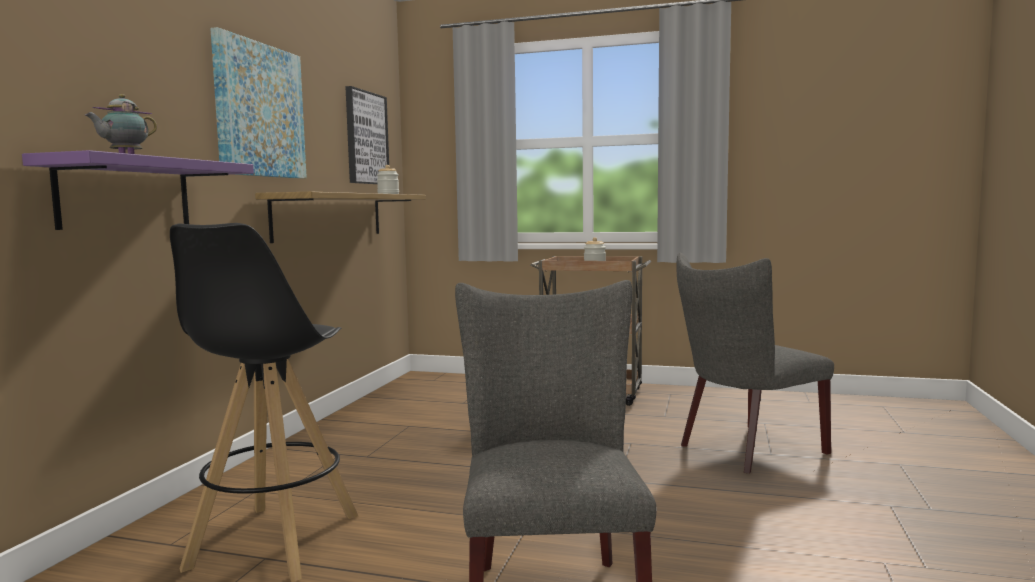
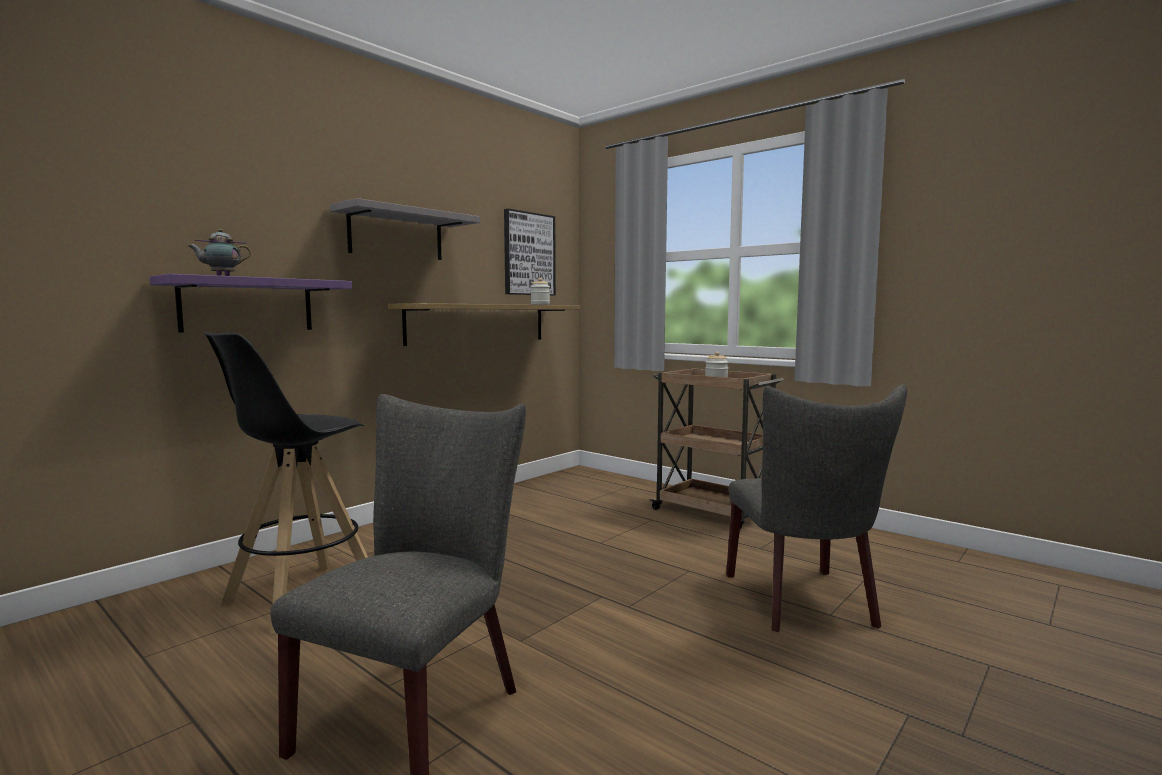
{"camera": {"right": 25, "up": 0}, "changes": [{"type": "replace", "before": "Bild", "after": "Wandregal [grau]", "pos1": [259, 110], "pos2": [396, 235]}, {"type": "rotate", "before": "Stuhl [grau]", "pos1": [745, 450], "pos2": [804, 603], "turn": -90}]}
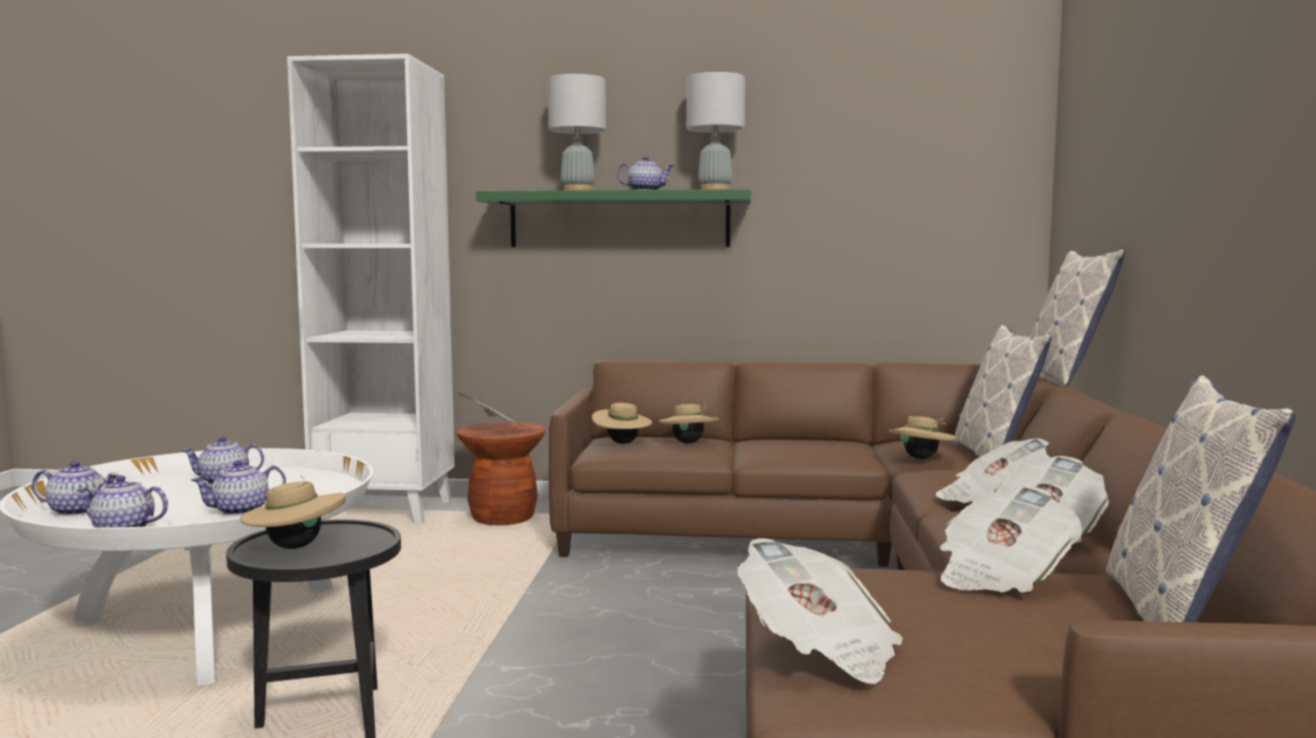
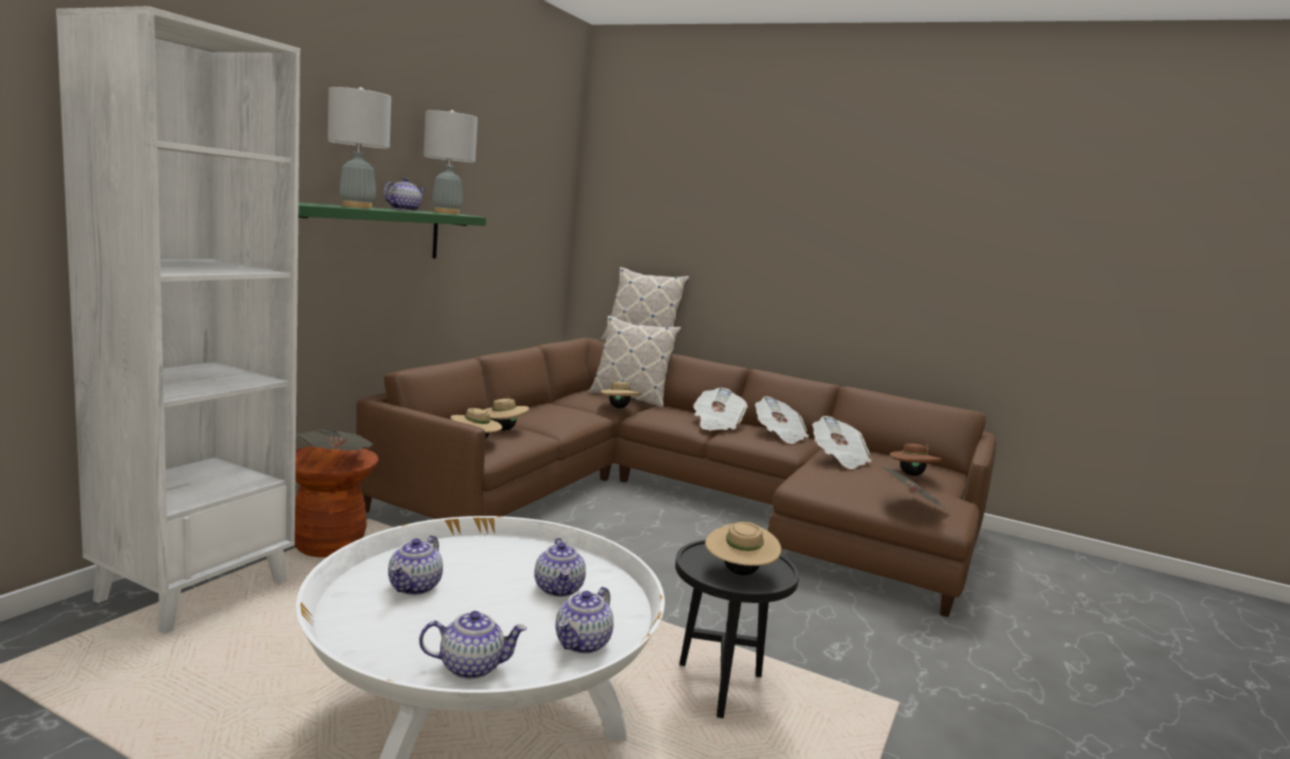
{"camera": {"right": -70, "up": 5}, "changes": [{"type": "rotate", "before": "Teekanne", "pos1": [79, 511], "pos2": [472, 666], "turn": 60}, {"type": "insert", "after": "Hut [braun]", "pos2": [911, 475]}, {"type": "delete", "before": "Kissen", "pos1": [1177, 616]}]}
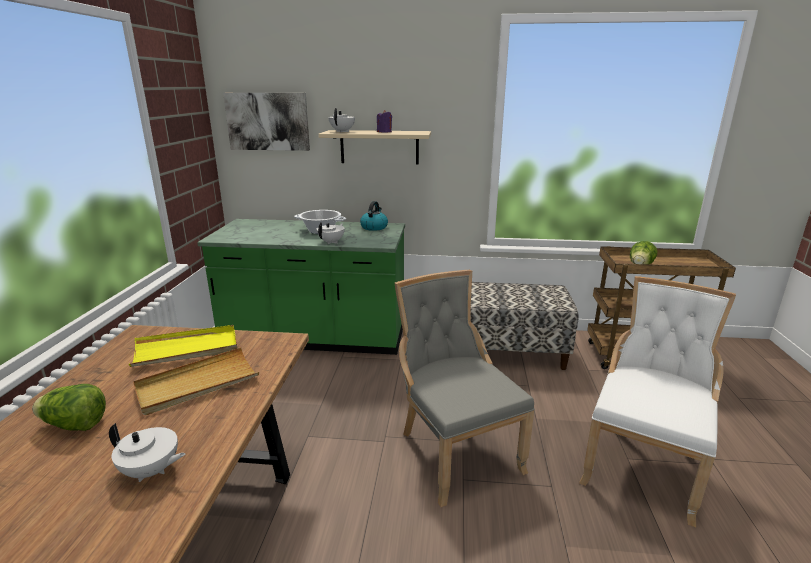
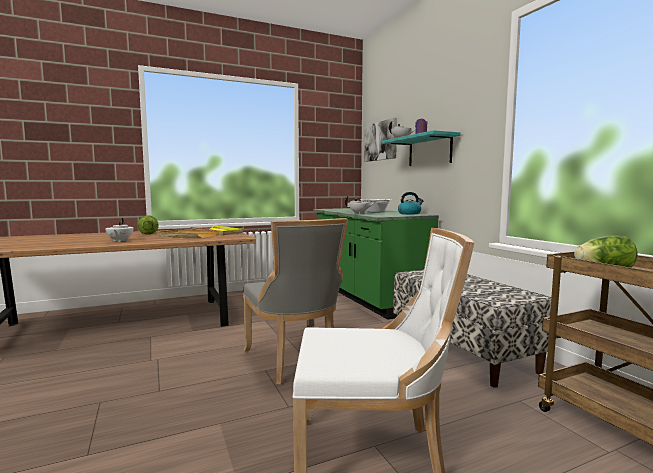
{"camera": {"right": 60, "up": -15}, "changes": [{"type": "rotate", "before": "Stuhl [grau]", "pos1": [454, 451], "pos2": [294, 361], "turn": 120}, {"type": "recolor", "before": "Wandregal [beige]", "after": "Wandregal [türkis]", "pos1": [379, 147], "pos2": [429, 151]}]}
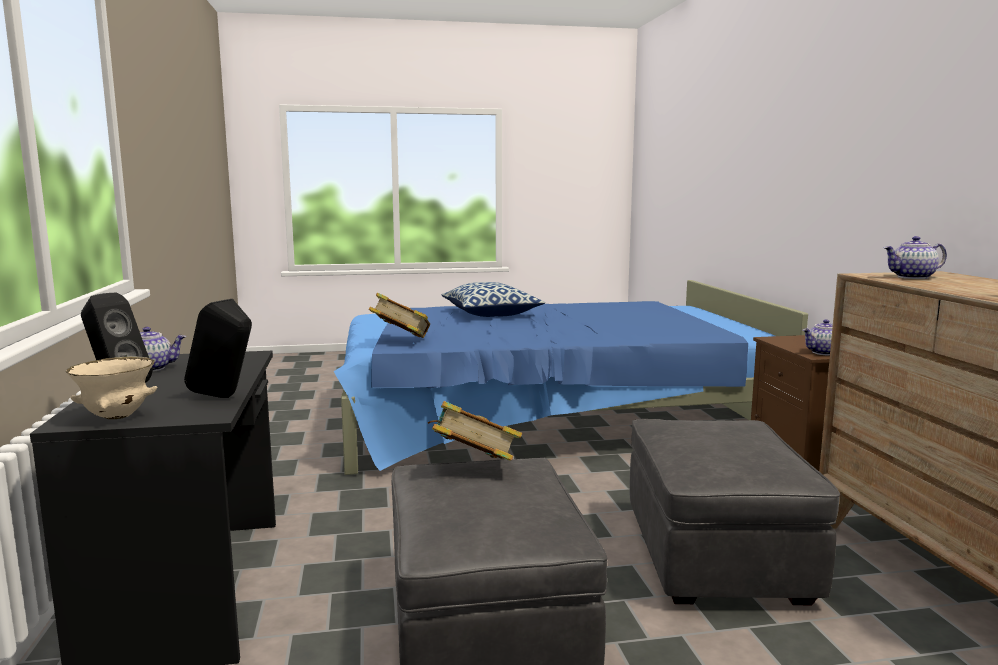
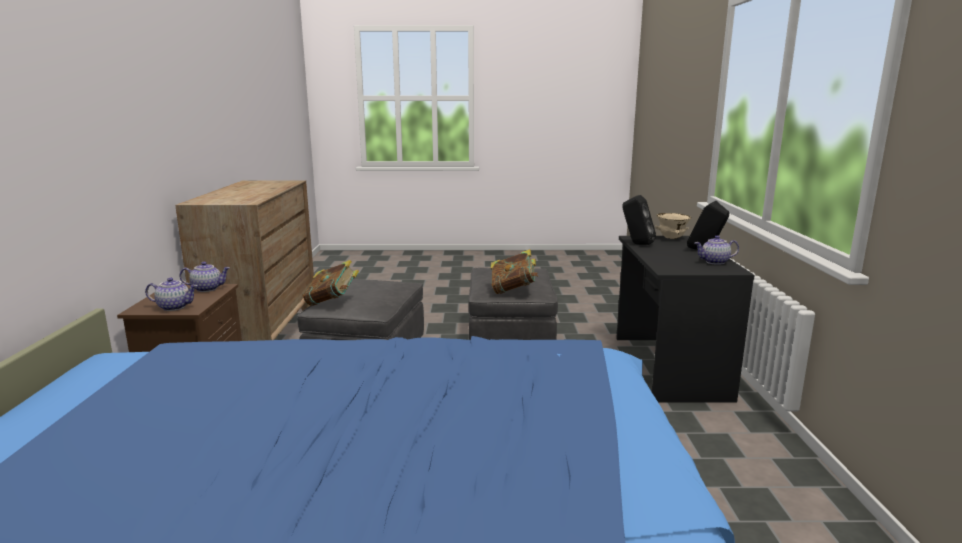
{"camera": {"right": -170, "up": 5}, "changes": [{"type": "move", "before": "Teekanne", "pos1": [912, 277], "pos2": [175, 307]}, {"type": "move", "before": "Buch", "pos1": [401, 340], "pos2": [332, 303]}, {"type": "delete", "before": "Kissen", "pos1": [491, 314]}]}
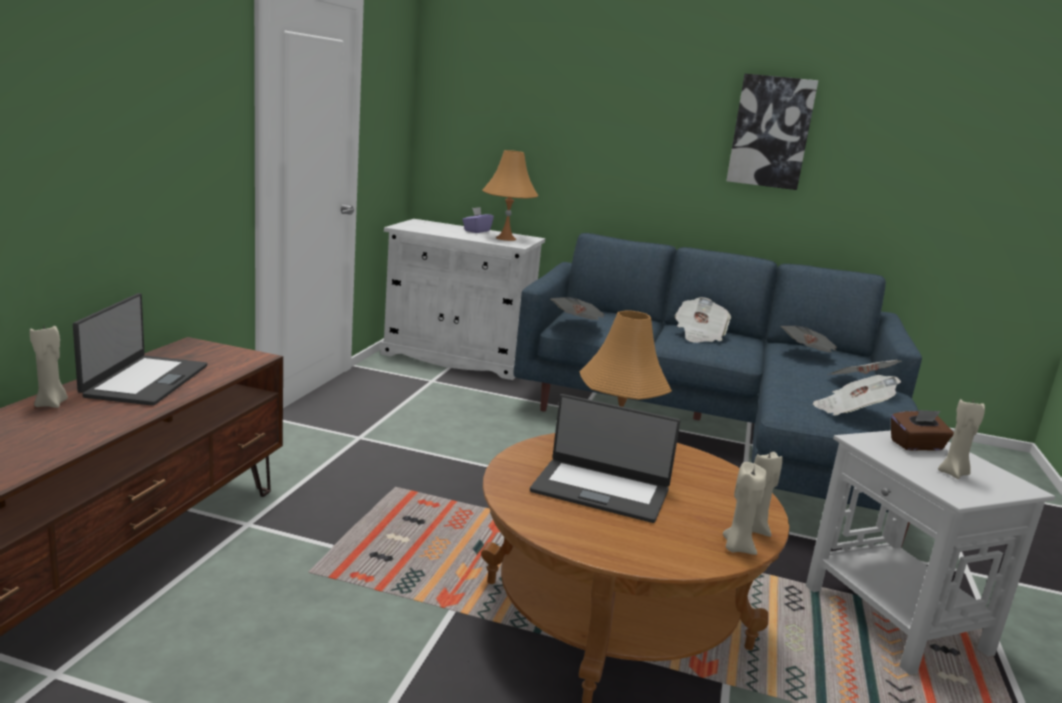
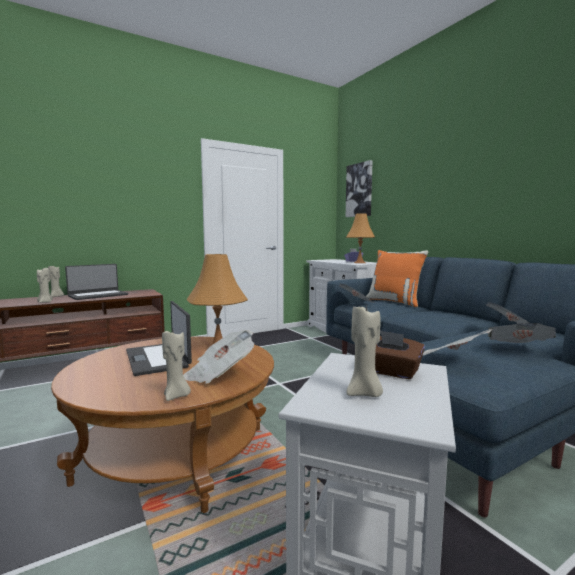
{"camera": {"right": 45, "up": -10}, "changes": [{"type": "move", "before": "Kerze [beige]", "pos1": [737, 548], "pos2": [45, 302]}, {"type": "move", "before": "Zeitung", "pos1": [699, 335], "pos2": [219, 374]}, {"type": "move", "before": "Bild", "pos1": [771, 132], "pos2": [359, 190]}, {"type": "insert", "after": "Kissen [orange]", "pos2": [395, 302]}]}
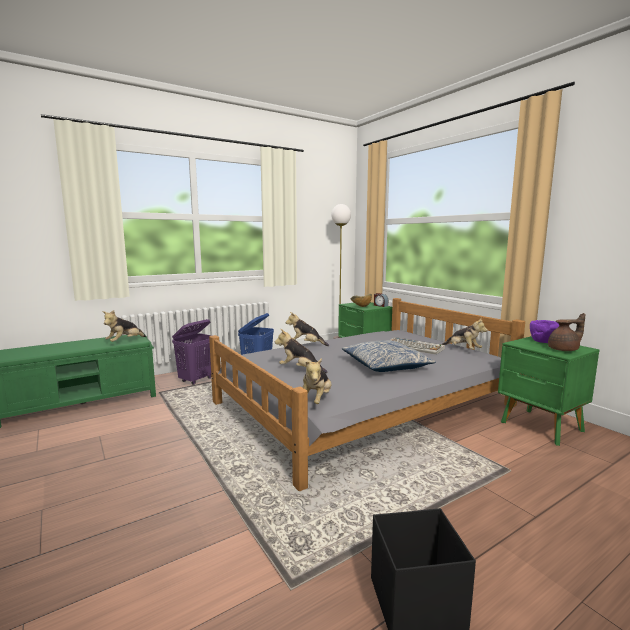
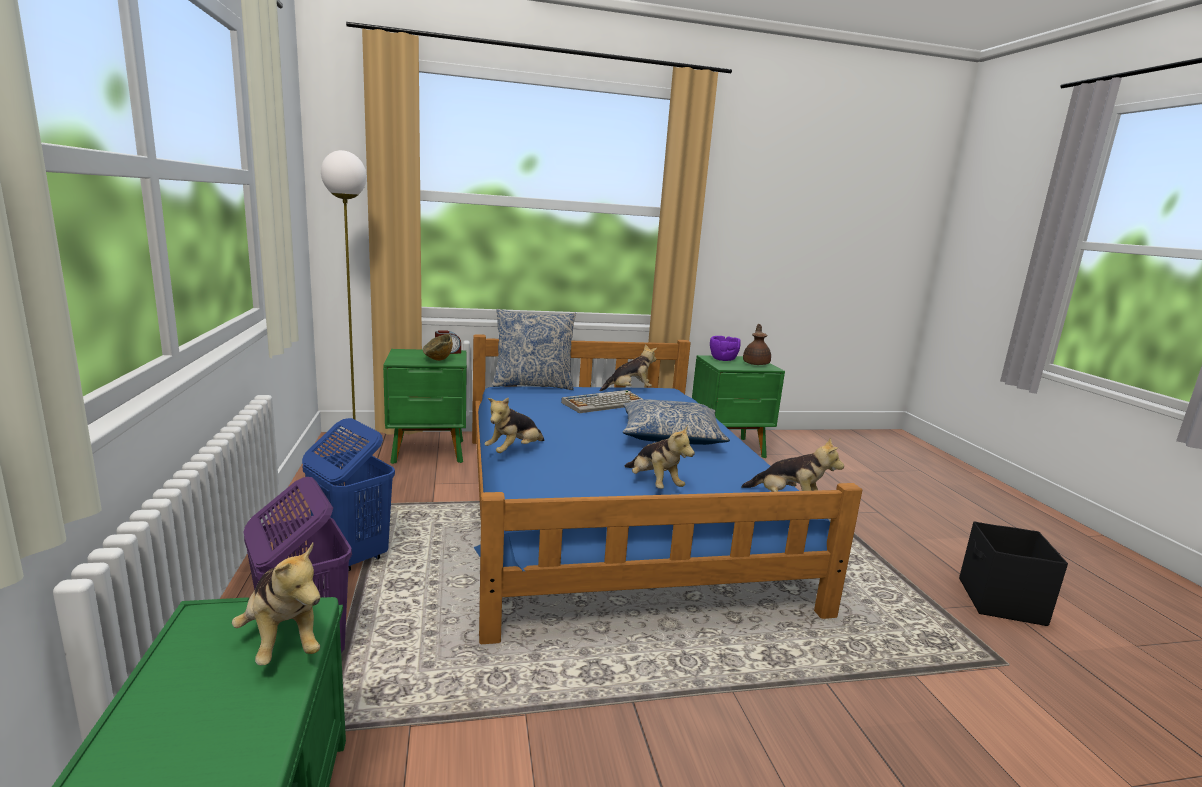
{"camera": {"right": -70, "up": 5}, "changes": [{"type": "recolor", "before": "Bett [grau]", "after": "Bett [blau]", "pos1": [362, 404], "pos2": [612, 509]}, {"type": "insert", "after": "Kissen", "pos2": [533, 385]}, {"type": "rotate", "before": "Plüschtier", "pos1": [300, 369], "pos2": [654, 484], "turn": -75}]}
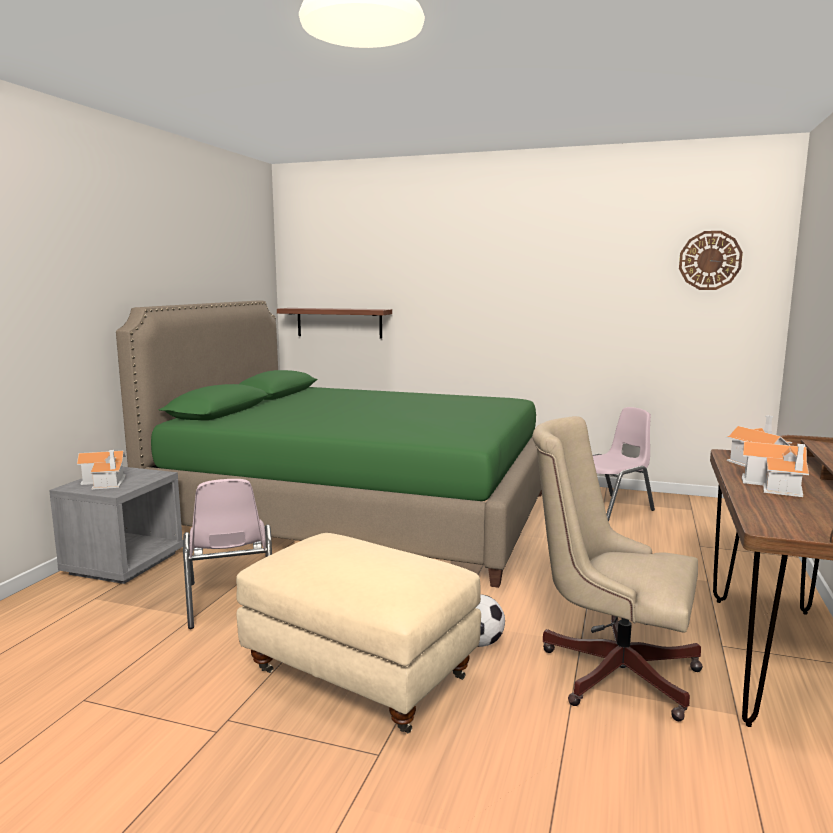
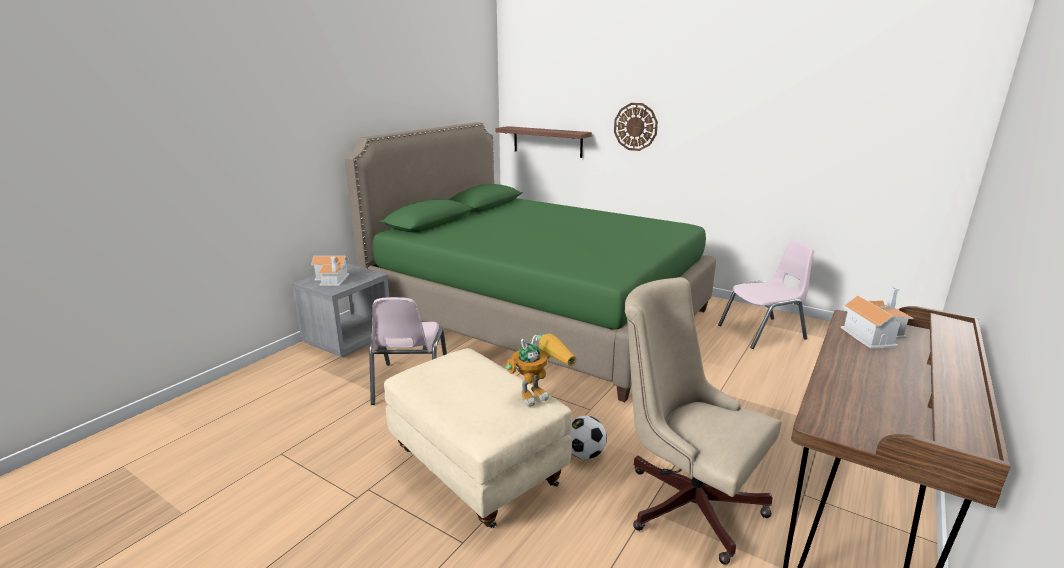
{"camera": {"right": 15, "up": 10}, "changes": [{"type": "insert", "after": "Spielzeugroboter", "pos2": [540, 393]}, {"type": "move", "before": "Wanduhr", "pos1": [710, 260], "pos2": [635, 126]}, {"type": "delete", "before": "Spielzeughaus", "pos1": [777, 485]}]}
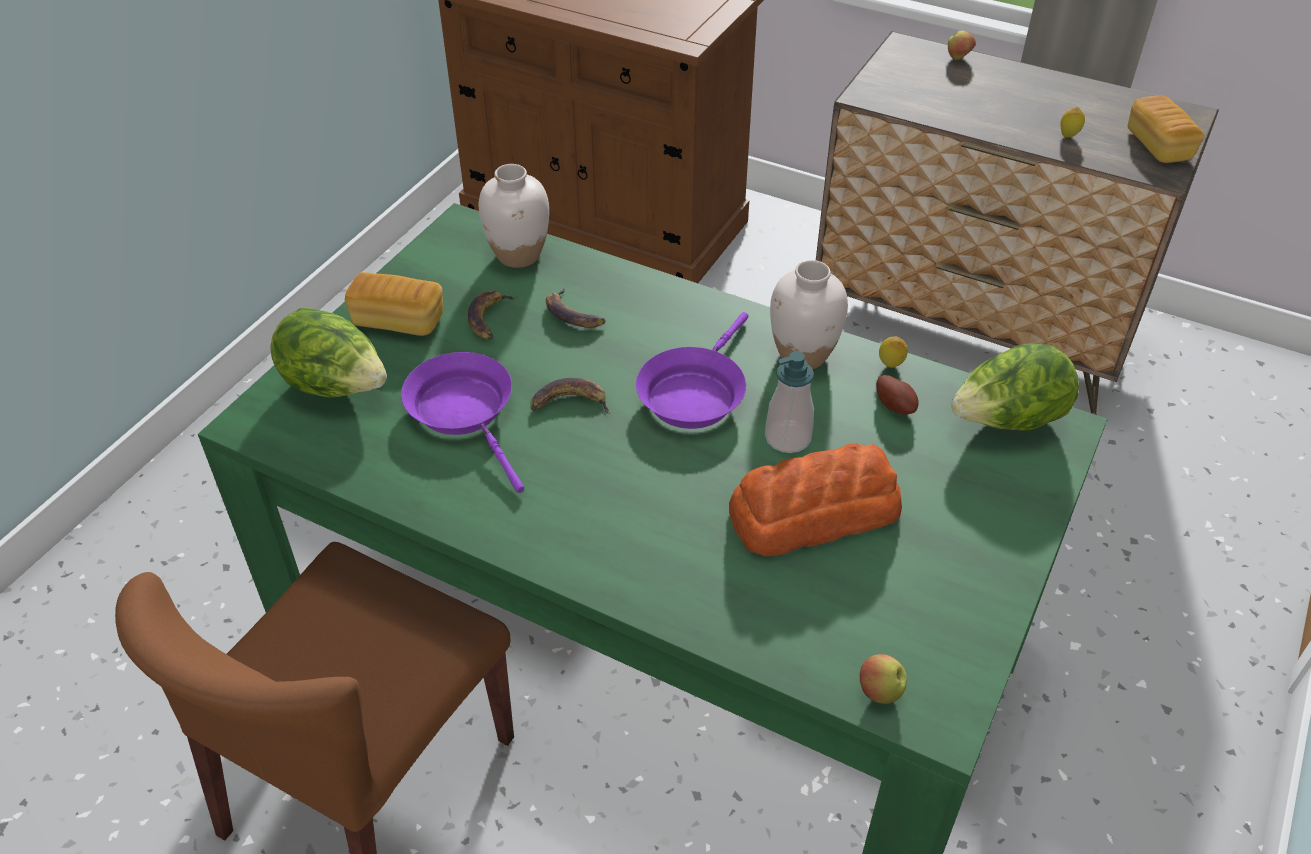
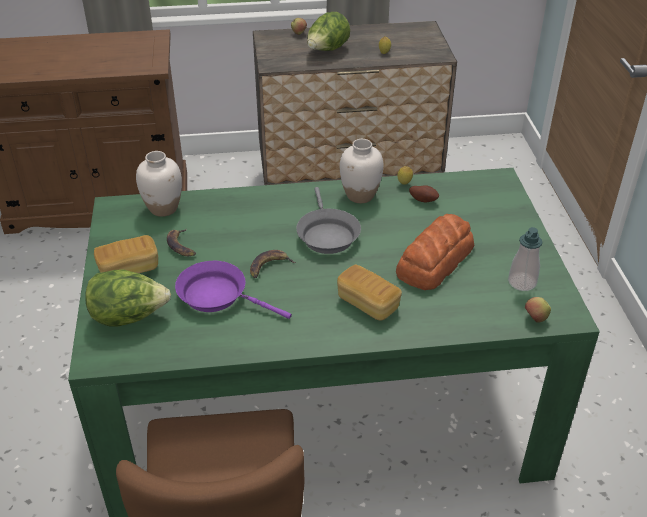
{"camera": {"right": -35, "up": -5}, "changes": [{"type": "recolor", "before": "Pfanne [lila]", "after": "Pfanne [grau]", "pos1": [694, 393], "pos2": [326, 234]}, {"type": "move", "before": "Salatkopf", "pos1": [1007, 422], "pos2": [327, 51]}, {"type": "move", "before": "Brot", "pos1": [1158, 145], "pos2": [368, 303]}, {"type": "move", "before": "Seifenspender", "pos1": [788, 438], "pos2": [522, 282]}, {"type": "delete", "before": "Banane", "pos1": [573, 314]}]}
